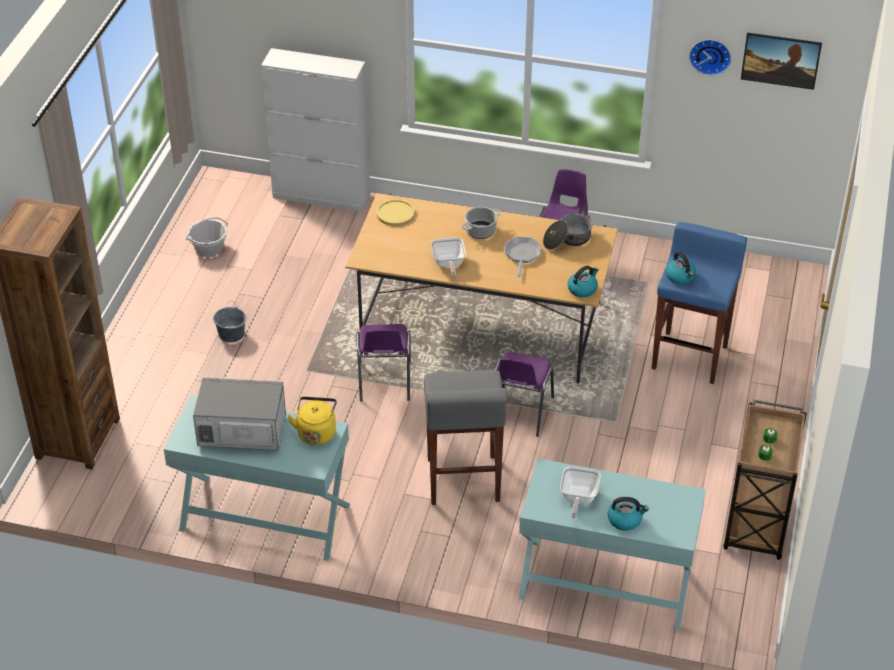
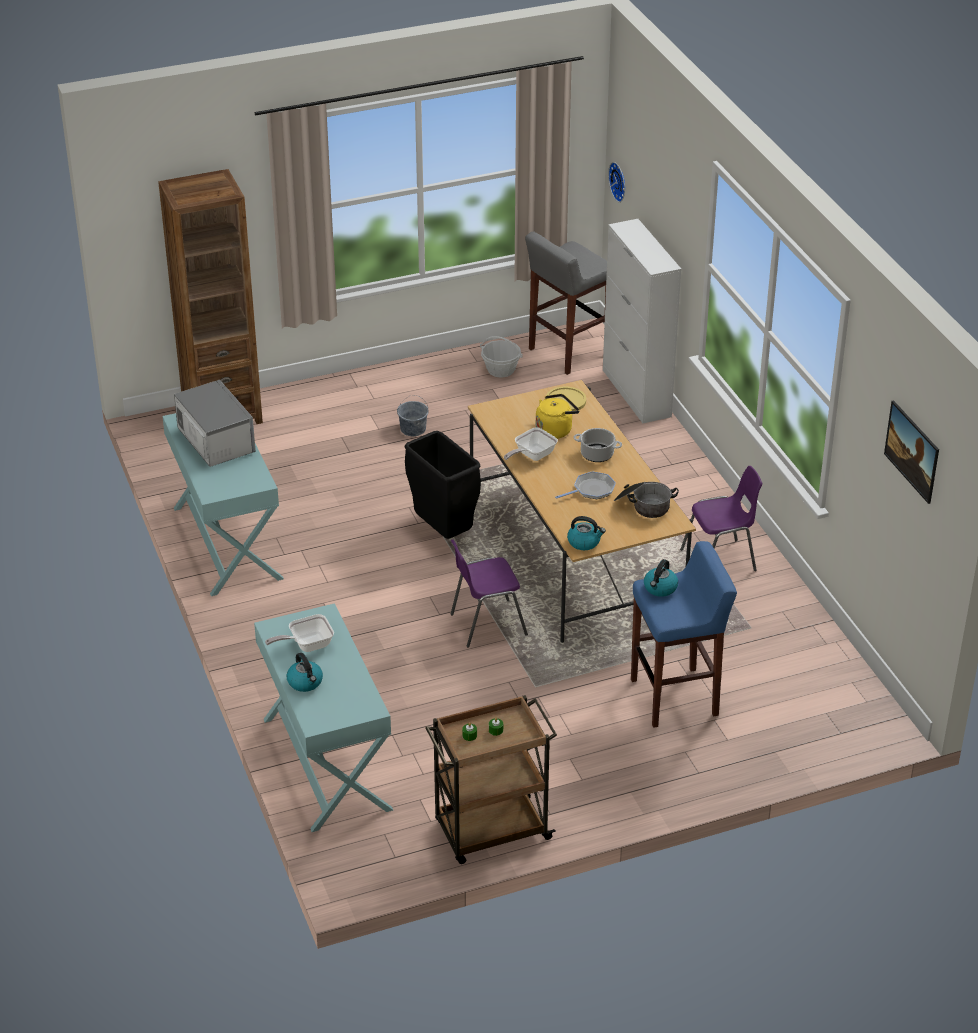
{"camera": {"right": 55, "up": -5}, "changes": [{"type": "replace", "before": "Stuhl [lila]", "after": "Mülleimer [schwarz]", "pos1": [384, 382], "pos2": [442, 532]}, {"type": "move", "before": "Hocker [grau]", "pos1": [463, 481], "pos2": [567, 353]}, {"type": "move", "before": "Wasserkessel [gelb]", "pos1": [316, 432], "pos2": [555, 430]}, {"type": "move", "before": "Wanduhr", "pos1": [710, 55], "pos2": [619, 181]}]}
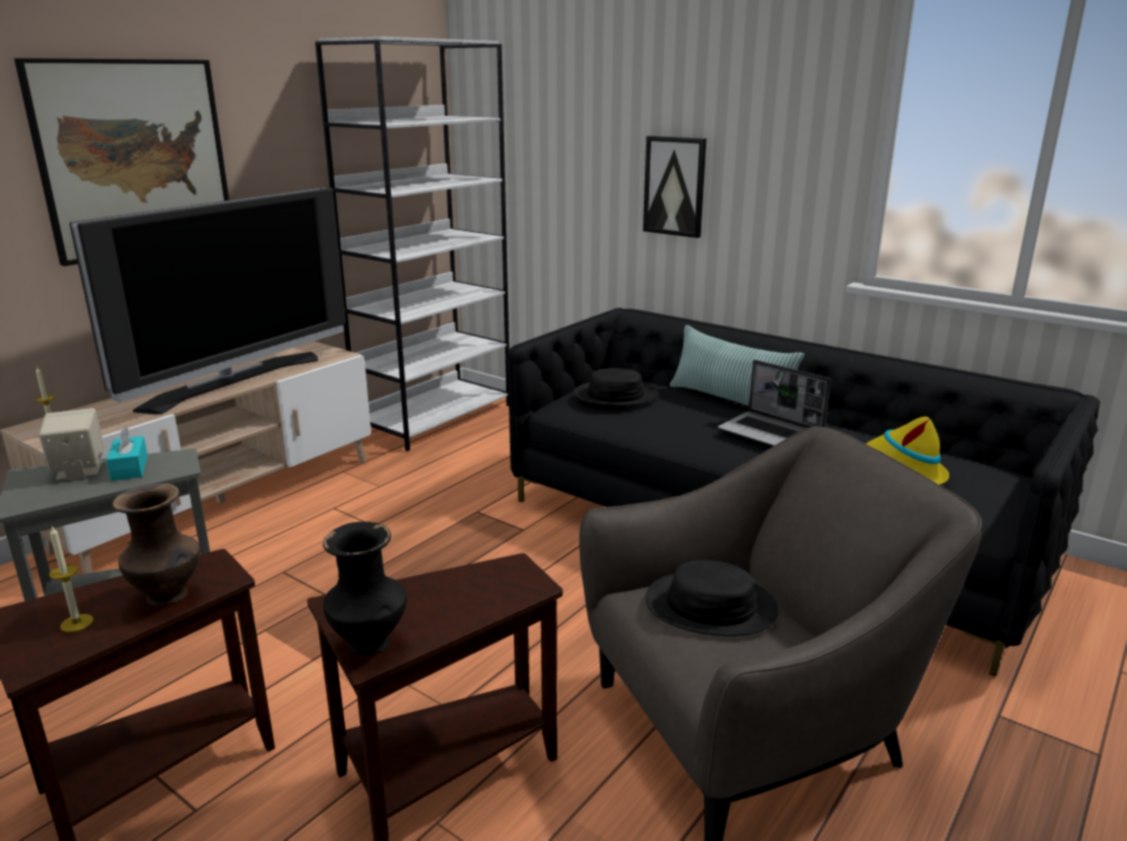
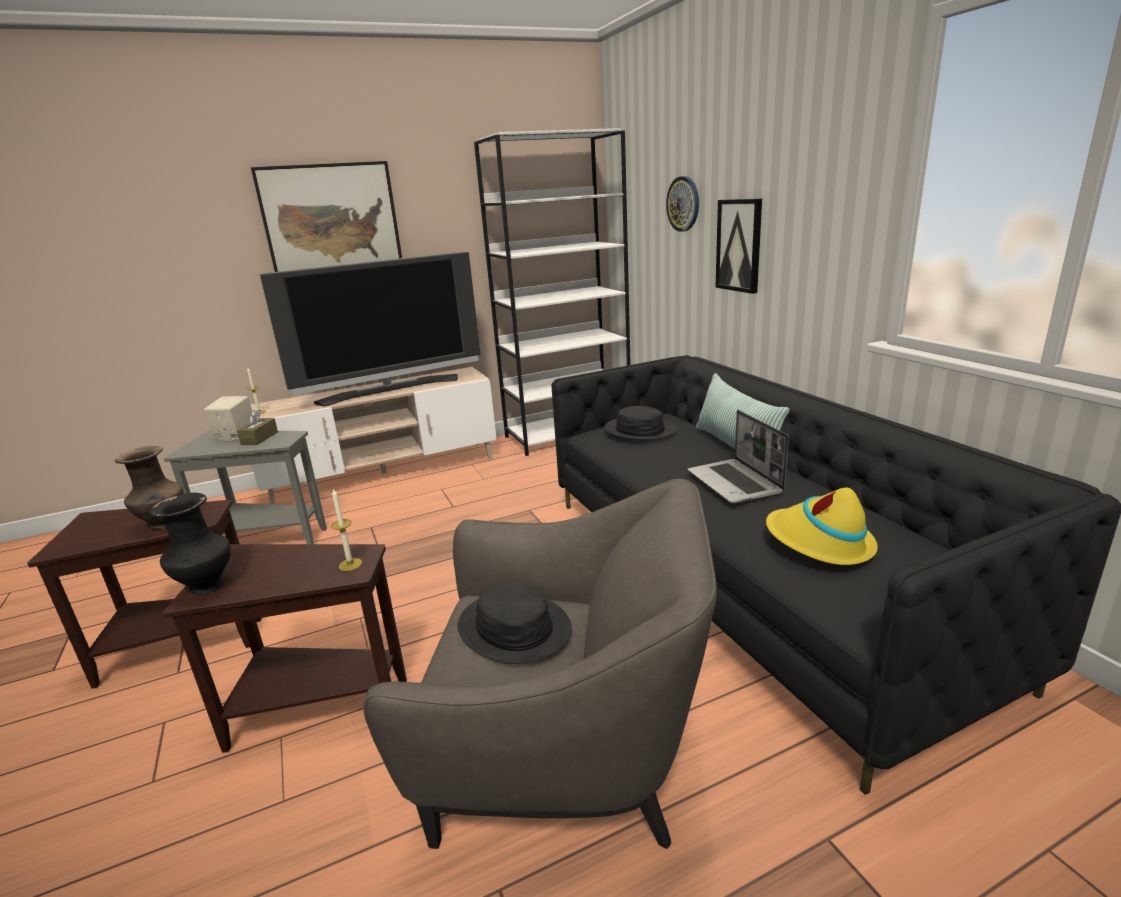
{"camera": {"right": 30, "up": 0}, "changes": [{"type": "recolor", "before": "Taschentuchbox [türkis]", "after": "Taschentuchbox [braun]", "pos1": [129, 468], "pos2": [259, 438]}, {"type": "move", "before": "Kerze", "pos1": [77, 623], "pos2": [350, 564]}, {"type": "insert", "after": "Wanduhr", "pos2": [683, 204]}]}
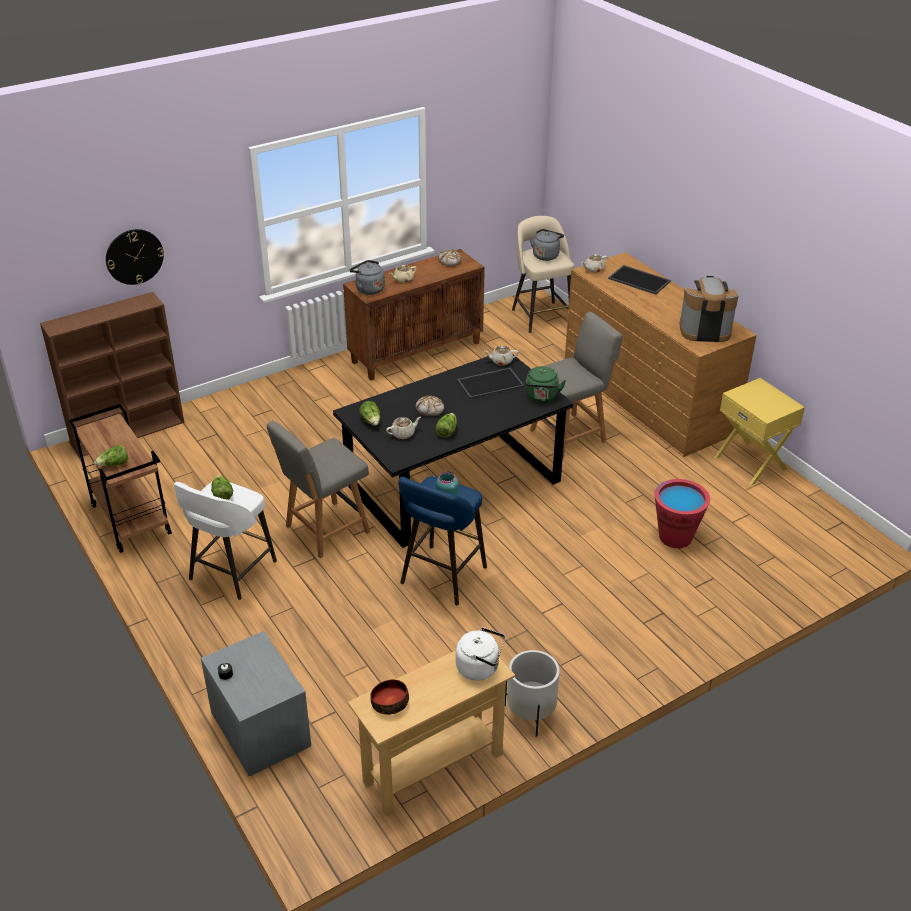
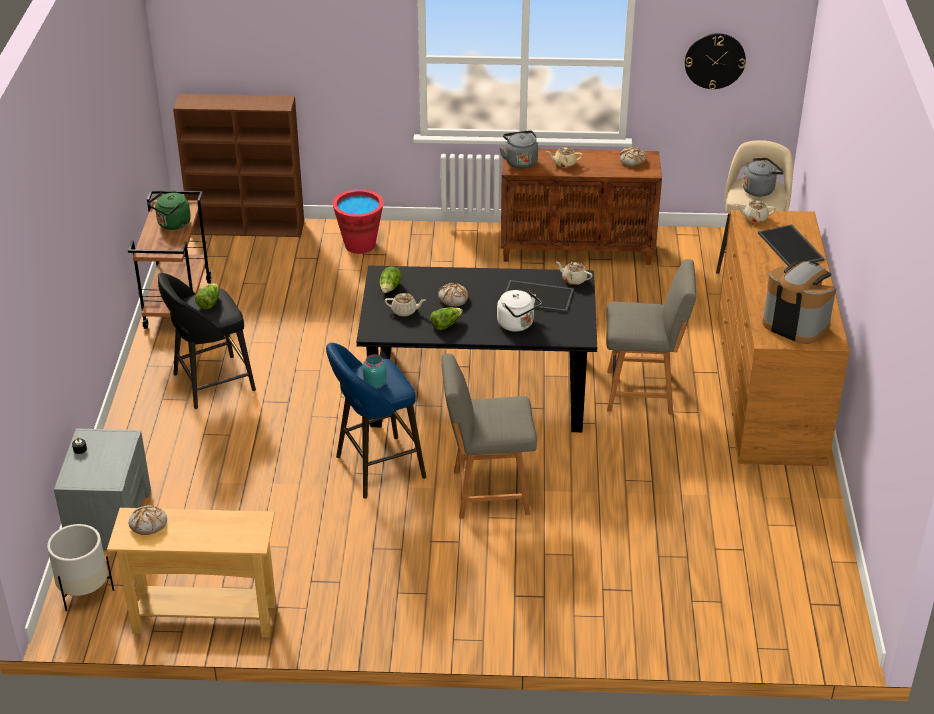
{"camera": {"right": 35, "up": 0}, "changes": [{"type": "move", "before": "Pflanzkübel [weiß]", "pos1": [531, 713], "pos2": [84, 591]}, {"type": "replace", "before": "Schüssel", "after": "Brot", "pos1": [390, 702], "pos2": [148, 524]}, {"type": "move", "before": "Wasserkessel [grün]", "pos1": [541, 397], "pos2": [172, 224]}, {"type": "recolor", "before": "Hocker [weiß]", "after": "Hocker [schwarz]", "pos1": [231, 572], "pos2": [211, 383]}, {"type": "move", "before": "Eimer [rot]", "pos1": [675, 537], "pos2": [360, 245]}, {"type": "move", "before": "Stuhl [grau]", "pos1": [325, 530], "pos2": [487, 492]}, {"type": "move", "before": "Wasserkessel [weiß]", "pos1": [480, 668], "pos2": [517, 324]}, {"type": "move", "before": "Wanduhr", "pos1": [134, 256], "pos2": [715, 60]}, {"type": "delete", "before": "Salatkopf", "pos1": [114, 464]}, {"type": "delete", "before": "Nachttisch [gelb]", "pos1": [751, 462]}]}
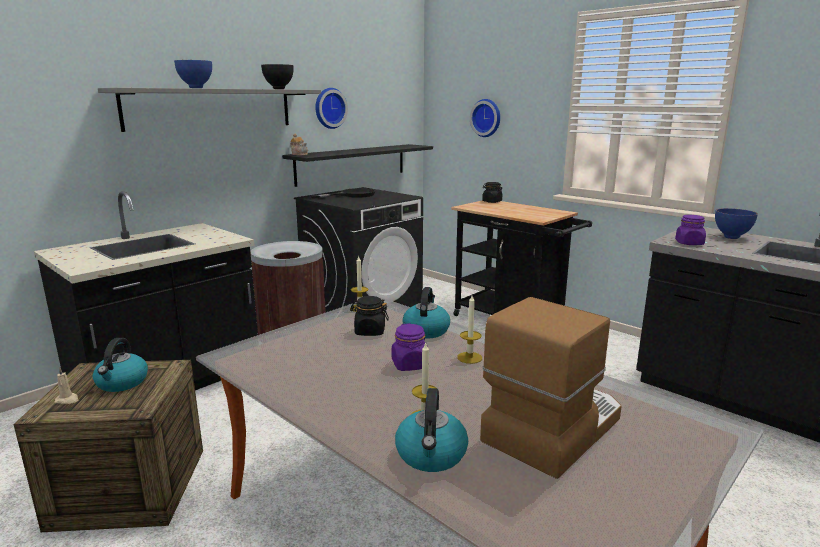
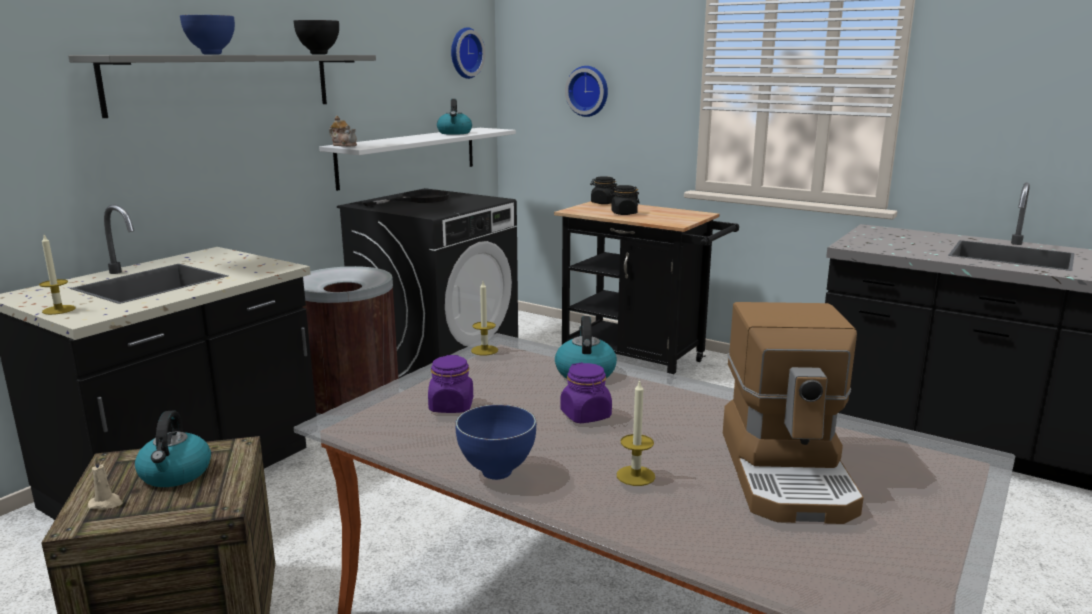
{"camera": {"right": -10, "up": 0}, "changes": [{"type": "move", "before": "Kerze", "pos1": [469, 357], "pos2": [59, 310]}, {"type": "recolor", "before": "Wandregal [schwarz]", "after": "Wandregal [weiß]", "pos1": [352, 164], "pos2": [409, 156]}, {"type": "move", "before": "Vorratsglas [lila]", "pos1": [689, 243], "pos2": [451, 406]}, {"type": "move", "before": "Wasserkessel", "pos1": [431, 455], "pos2": [454, 133]}, {"type": "move", "before": "Wanduhr", "pos1": [329, 108], "pos2": [464, 53]}, {"type": "move", "before": "Schüssel [blau]", "pos1": [731, 237], "pos2": [498, 472]}, {"type": "move", "before": "Vorratsglas [schwarz]", "pos1": [369, 331], "pos2": [623, 213]}, {"type": "rotate", "before": "Kaffeemaschine", "pos1": [551, 427], "pos2": [788, 473], "turn": 150}]}
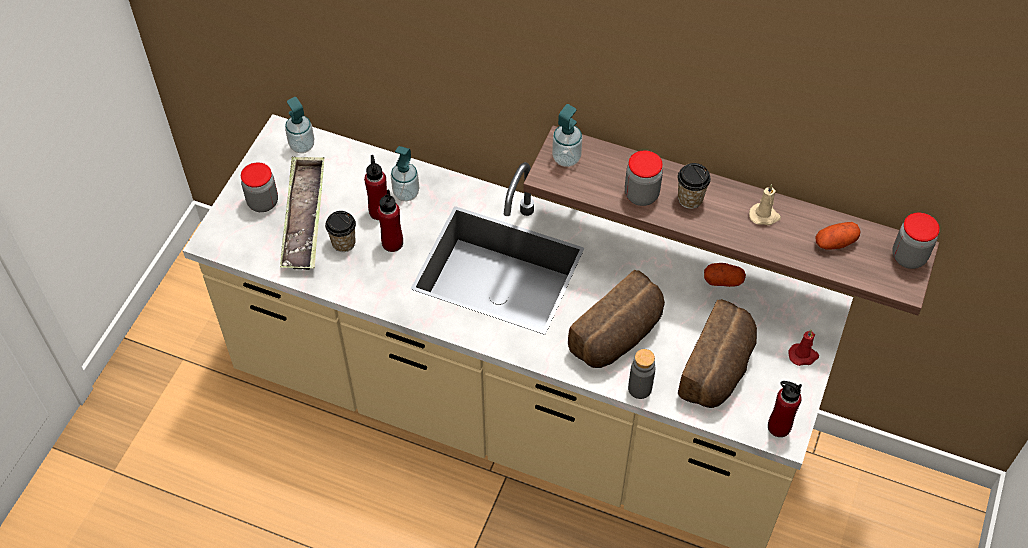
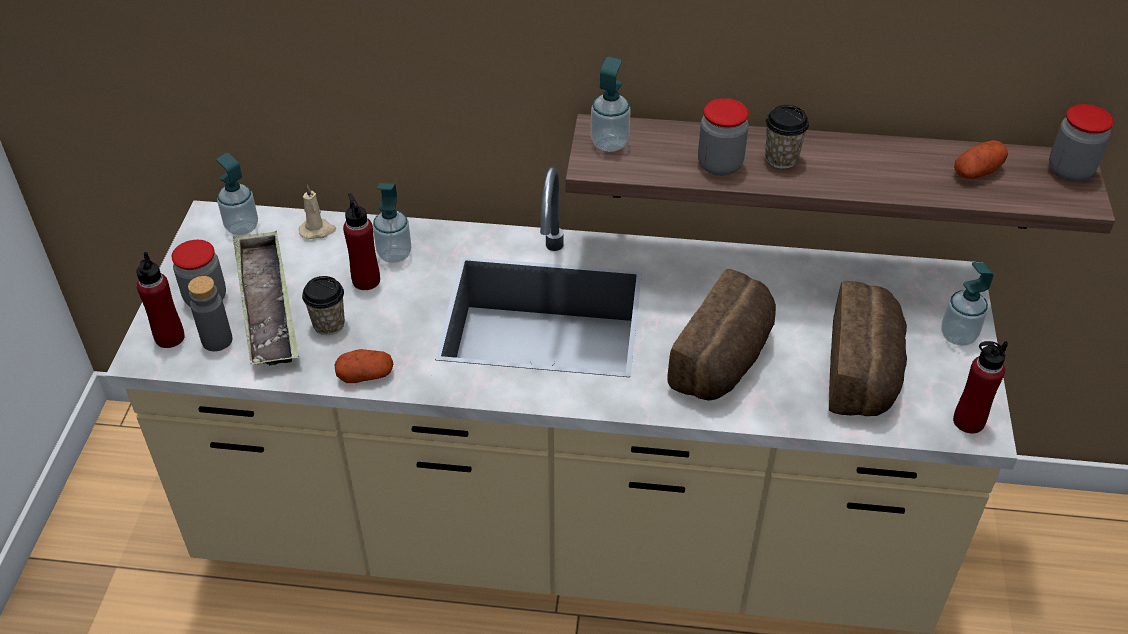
{"camera": {"right": -15, "up": -10}, "changes": [{"type": "move", "before": "Flasche [rot]", "pos1": [392, 243], "pos2": [169, 337]}, {"type": "move", "before": "Flasche [grau]", "pos1": [639, 388], "pos2": [217, 340]}, {"type": "move", "before": "Kerze [beige]", "pos1": [764, 216], "pos2": [318, 230]}, {"type": "move", "before": "Kartoffel", "pos1": [723, 280], "pos2": [365, 375]}, {"type": "replace", "before": "Kerze [rot]", "after": "Seifenspender", "pos1": [803, 355], "pos2": [958, 335]}]}
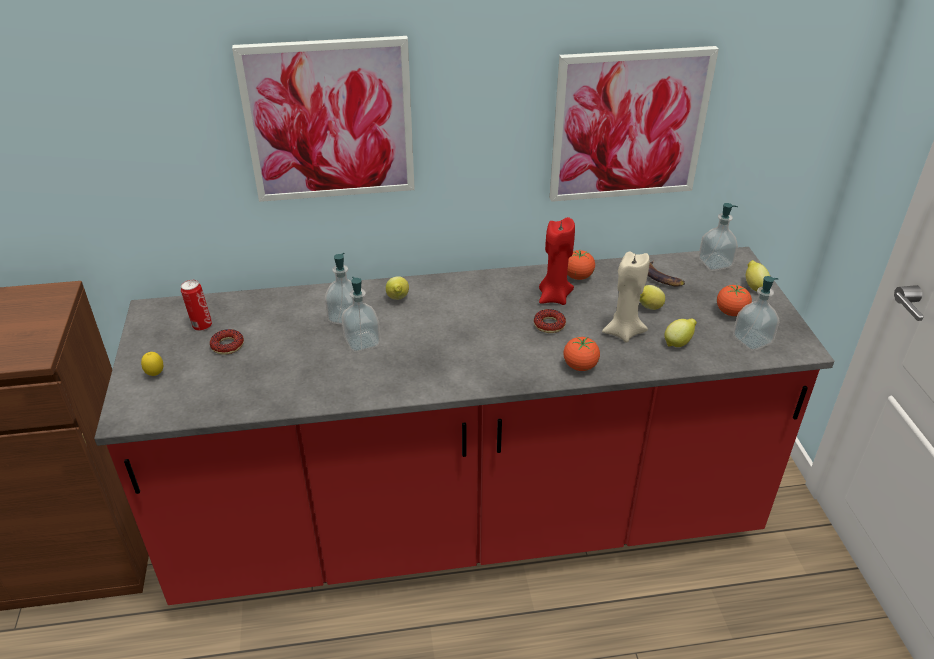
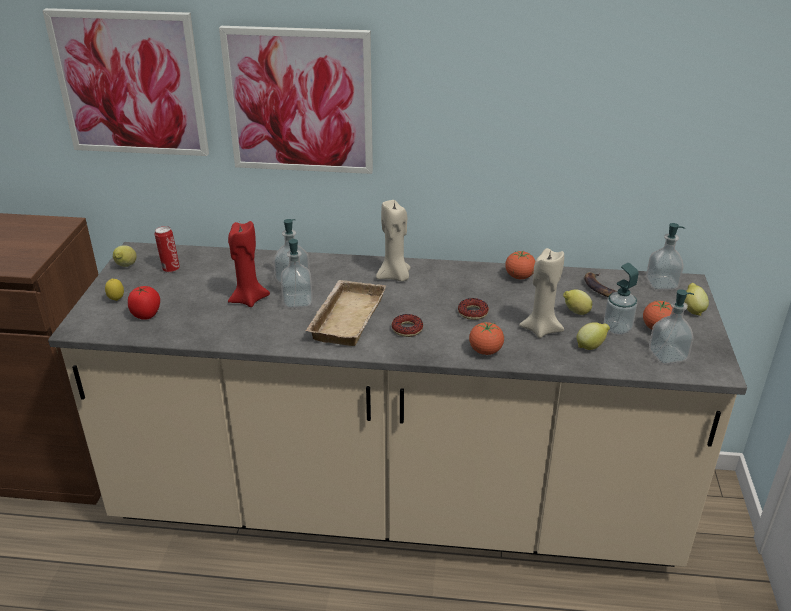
{"camera": {"right": 15, "up": -5}, "changes": [{"type": "move", "before": "Bild", "pos1": [628, 125], "pos2": [130, 83]}, {"type": "recolor", "before": "Küchenzeile [rot]", "after": "Küchenzeile [beige]", "pos1": [467, 525], "pos2": [395, 506]}, {"type": "move", "before": "Zitrone", "pos1": [398, 299], "pos2": [126, 266]}, {"type": "insert", "after": "Tomate", "pos2": [147, 315]}, {"type": "move", "before": "Kerze [rot]", "pos1": [554, 297], "pos2": [248, 299]}, {"type": "insert", "after": "Tablett [beige]", "pos2": [345, 317]}, {"type": "insert", "after": "Kerze [beige]", "pos2": [395, 277]}, {"type": "move", "before": "Donut", "pos1": [227, 345], "pos2": [407, 329]}, {"type": "insert", "after": "Seifenspender", "pos2": [617, 329]}]}
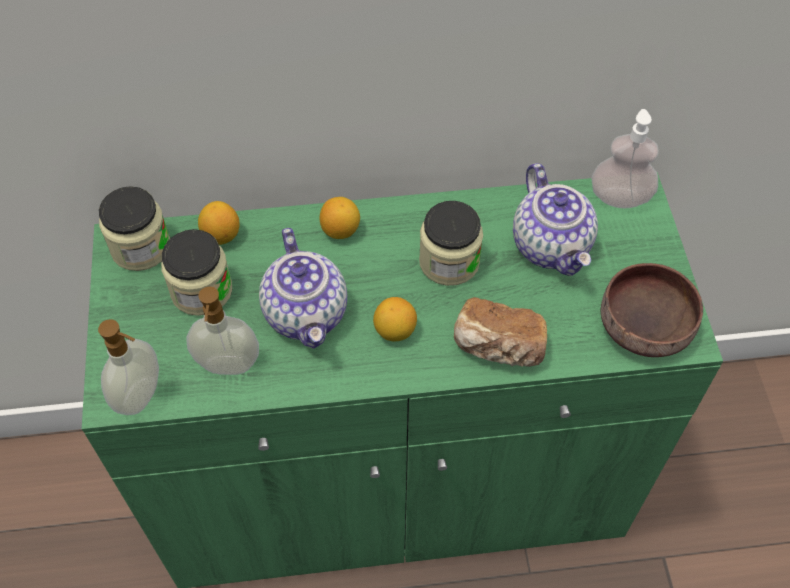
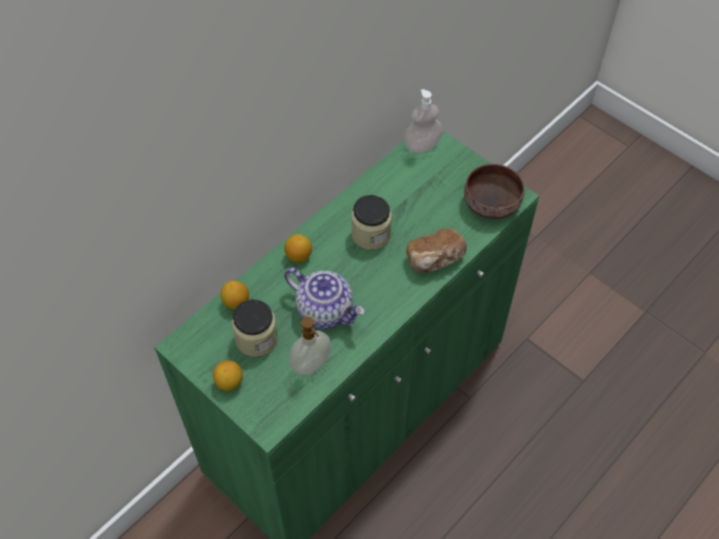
{"camera": {"right": -40, "up": 0}, "changes": [{"type": "move", "before": "Zitrone", "pos1": [395, 331], "pos2": [229, 382]}, {"type": "delete", "before": "Seifenspender", "pos1": [141, 396]}, {"type": "delete", "before": "Vorratsglas", "pos1": [141, 247]}, {"type": "delete", "before": "Teekanne", "pos1": [552, 246]}]}
